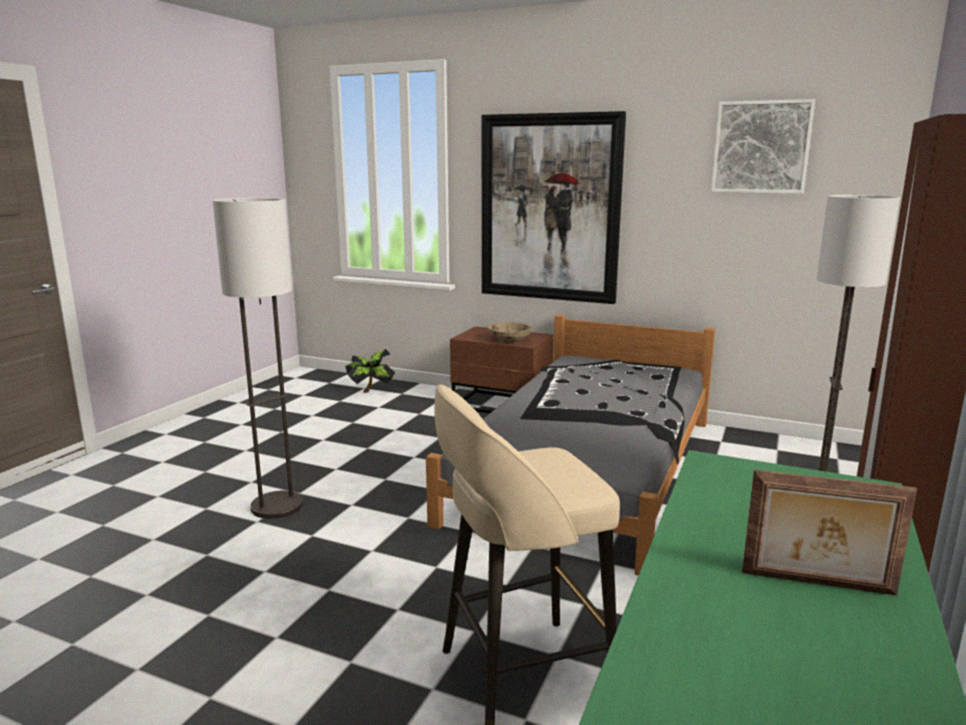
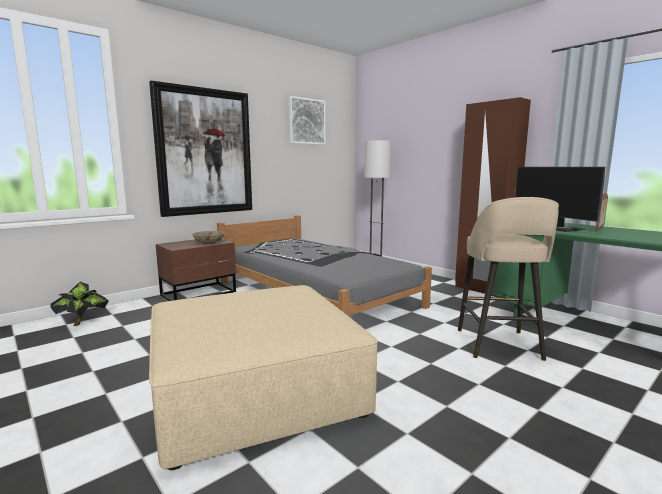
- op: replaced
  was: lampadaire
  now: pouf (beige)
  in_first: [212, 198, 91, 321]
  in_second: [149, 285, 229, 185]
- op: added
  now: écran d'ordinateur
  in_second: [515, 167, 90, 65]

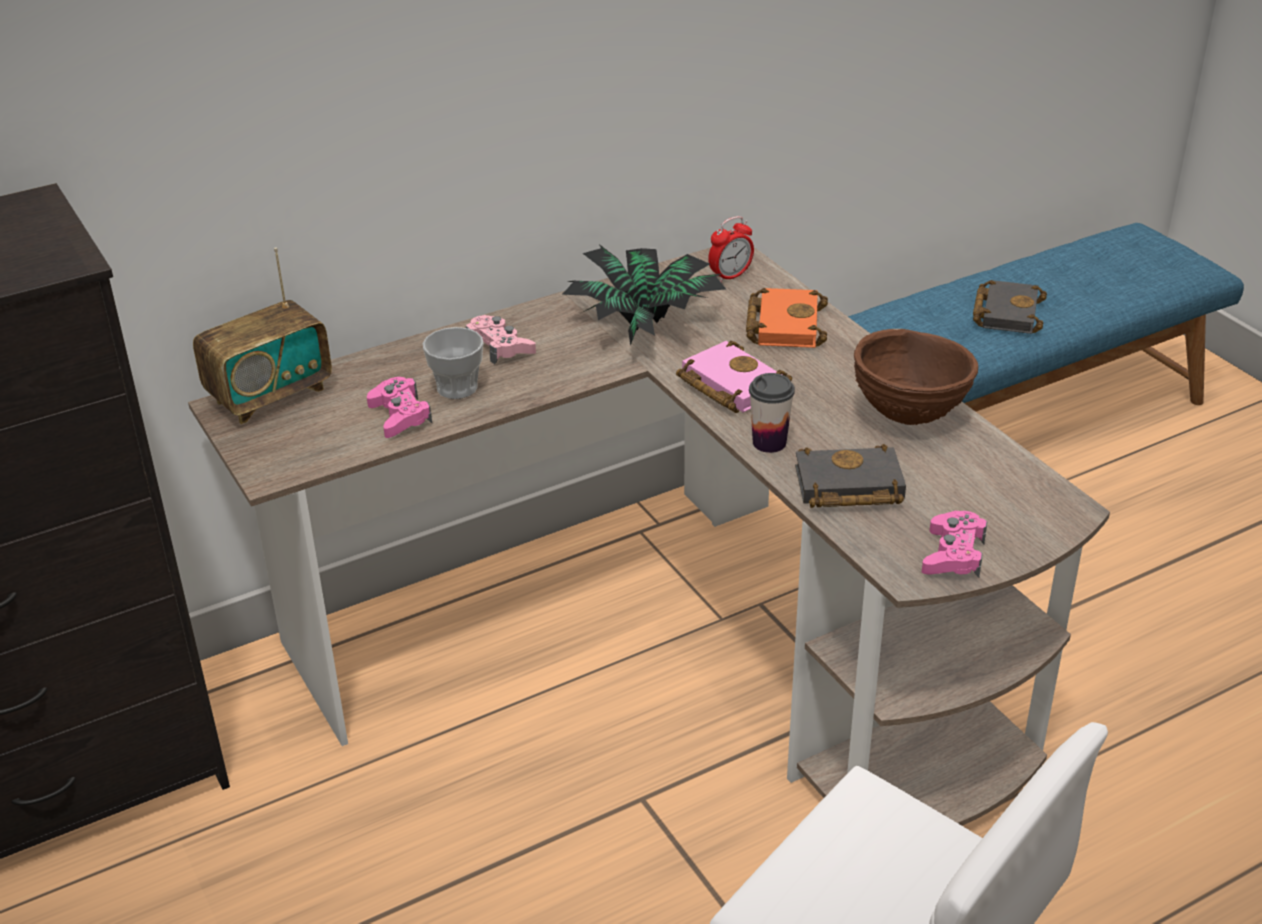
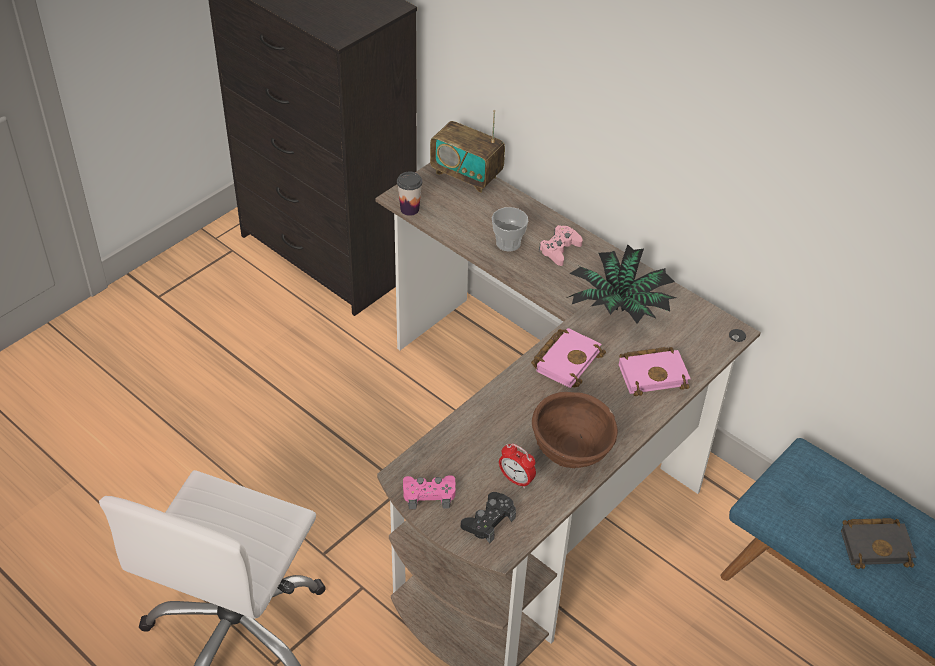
- op: moved
  was: tasse
  in_first: [749, 373, 46, 80]
  in_second: [397, 172, 25, 44]
- op: added
  now: manette (noir)
  in_second: [461, 492, 55, 51]
- op: moved
  was: réveil
  in_first: [708, 216, 46, 66]
  in_second: [499, 444, 37, 45]
- op: recoloured
  was: livre (orange)
  now: livre (rose)
  in_first: [746, 288, 82, 60]
  in_second: [619, 347, 72, 49]
- op: removed
  was: manette (rose)
  in_first: [367, 377, 65, 61]
- op: removed
  was: livre (noir)
  in_first: [795, 444, 111, 64]

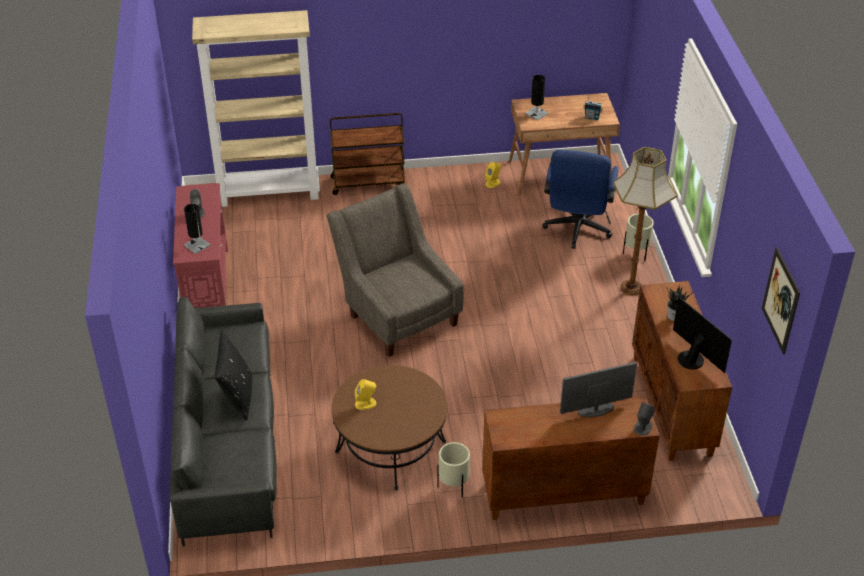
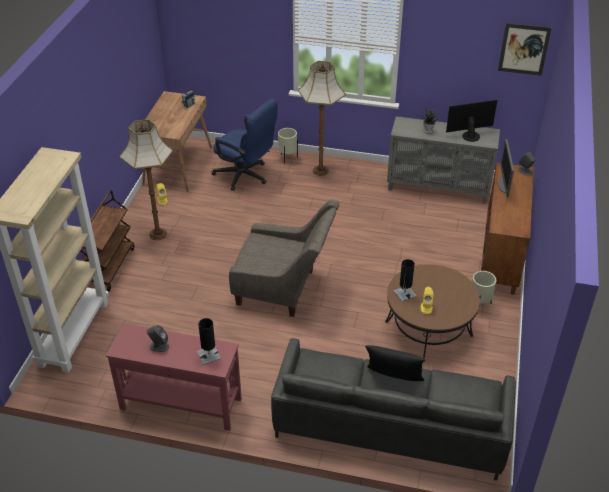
- op: added
  now: lampadaire
  in_second: [119, 119, 54, 121]
- op: turned
  was: fauteuil (gris)
  in_first: [327, 183, 137, 174]
  in_second: [229, 199, 111, 118]
  clockwise: -150
- op: recoloured
  was: meuble de rangement (marron)
  now: meuble de rangement (gris)
  in_first: [632, 281, 100, 180]
  in_second: [387, 116, 113, 88]
- op: moved
  was: lampe de table (noir)
  in_first: [525, 75, 23, 45]
  in_second: [394, 259, 22, 43]

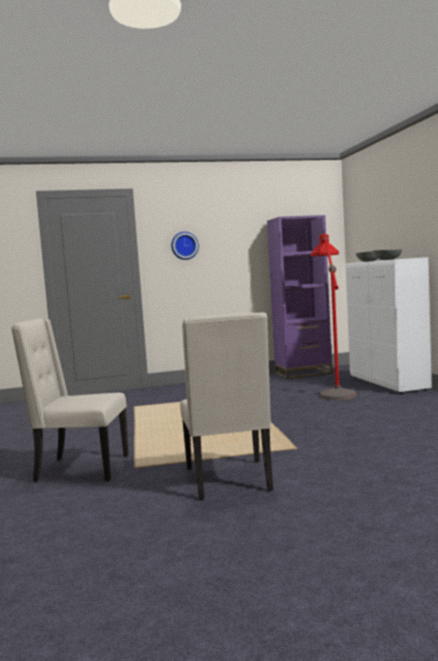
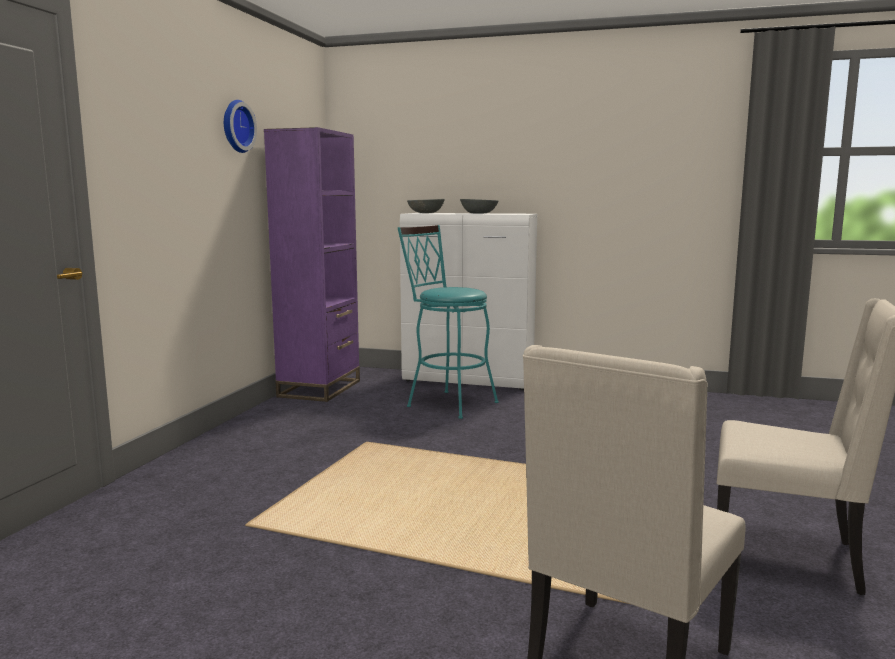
- op: moved
  was: horloge murale
  in_first: [171, 232, 28, 28]
  in_second: [224, 100, 33, 53]
- op: replaced
  was: lampadaire (rouge)
  now: tabouret (turquoise)
  in_first: [311, 234, 46, 166]
  in_second: [398, 225, 101, 194]

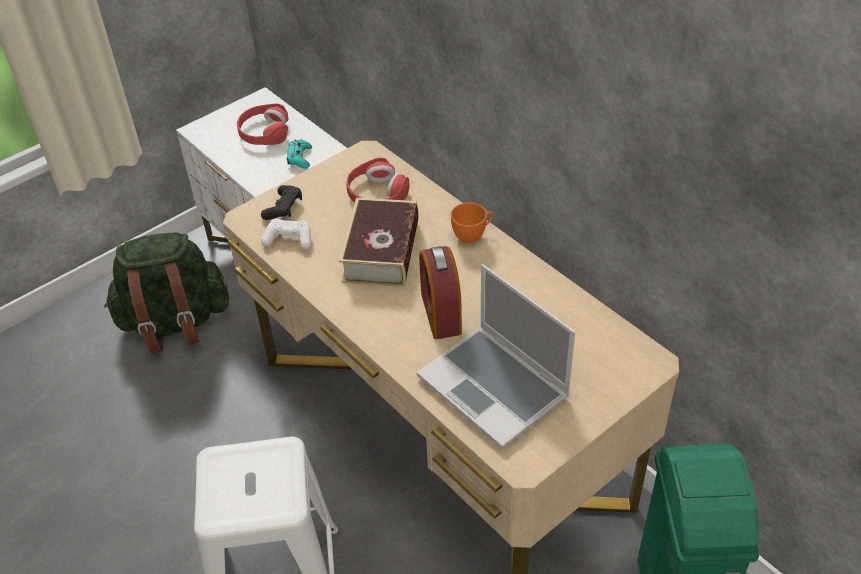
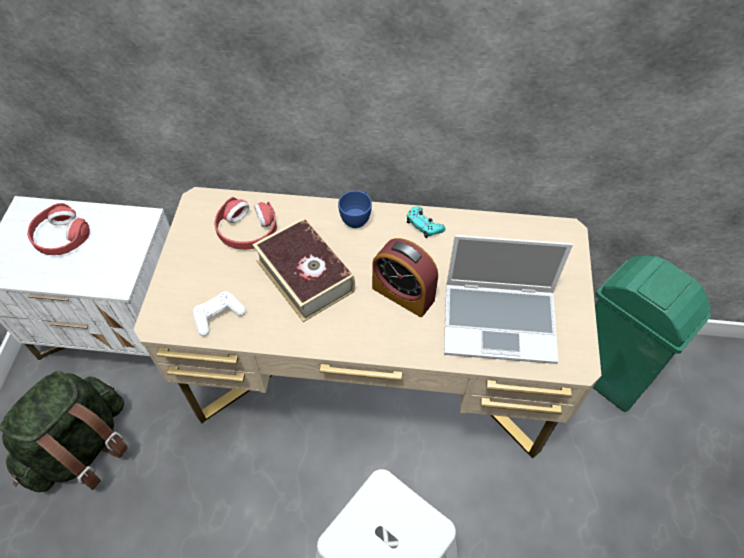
- op: recoloured
  was: tasse (orange)
  now: tasse (bleu)
  in_first: [451, 203, 43, 41]
  in_second: [338, 191, 34, 37]
- op: moved
  was: manette (turquoise)
  in_first: [287, 140, 25, 29]
  in_second: [407, 206, 38, 32]
- op: removed
  was: manette (noir)
  in_first: [261, 185, 41, 35]

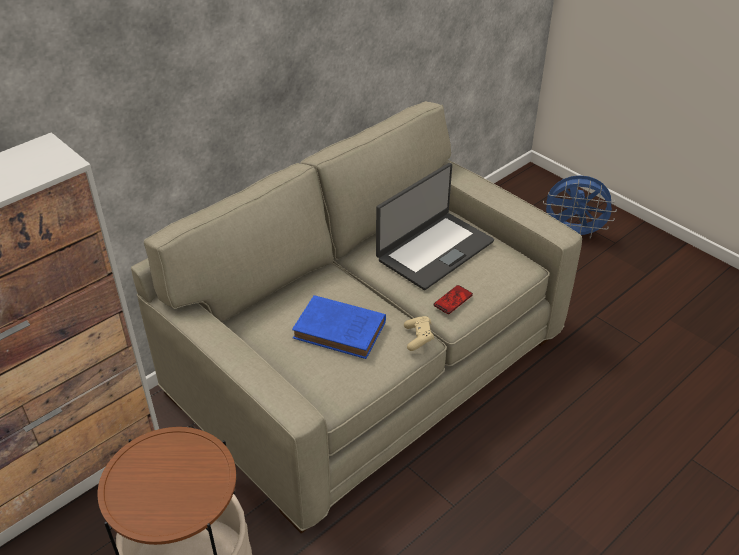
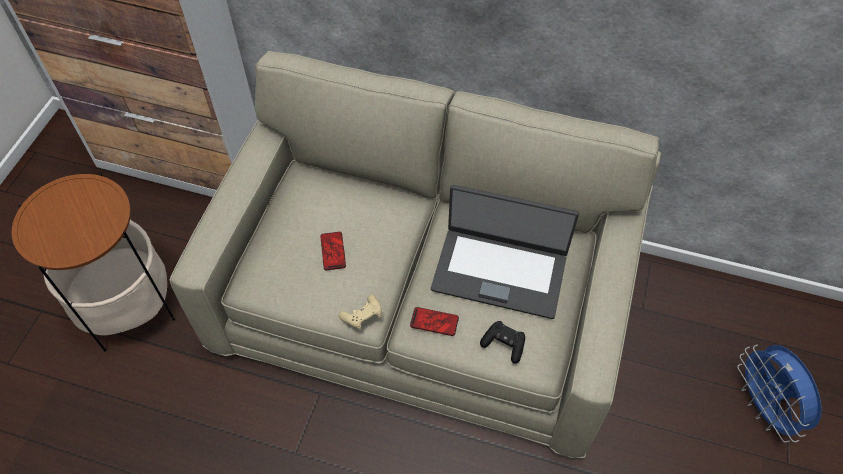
- op: replaced
  was: livre (bleu)
  now: téléphone
  in_first: [292, 295, 94, 64]
  in_second: [320, 232, 26, 39]
- op: added
  now: manette (noir)
  in_second: [480, 321, 45, 43]

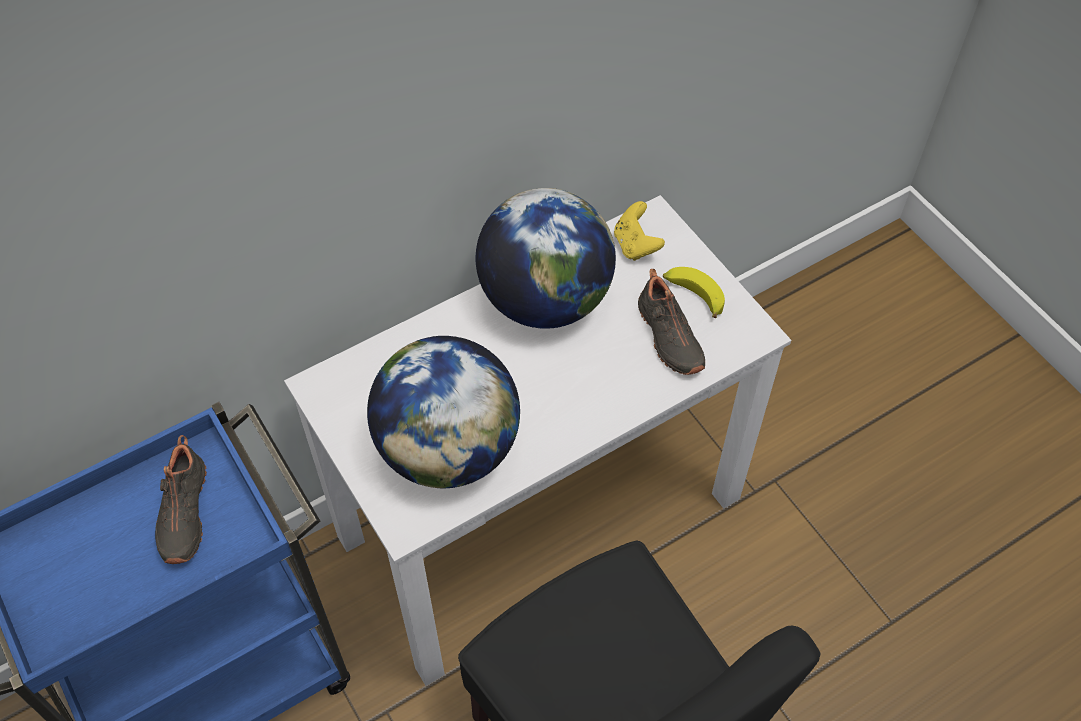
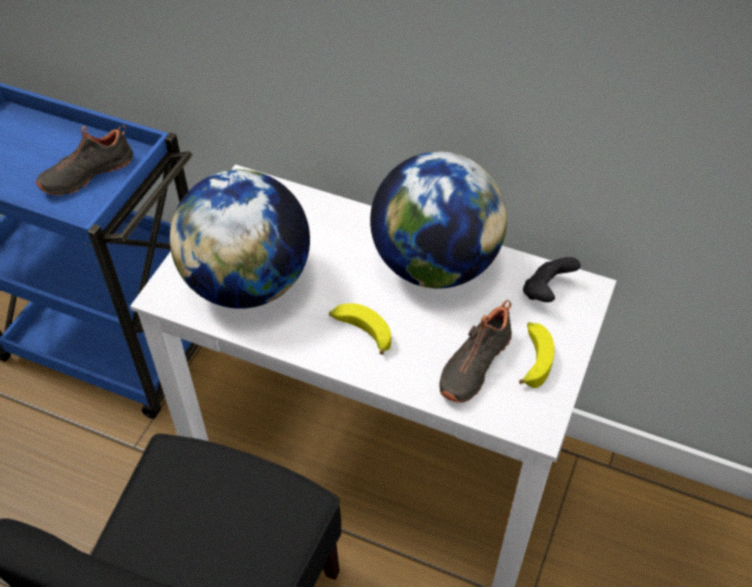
- op: added
  now: banane
  in_second: [329, 303, 62, 52]
- op: recoloured
  was: manette (jaune)
  now: manette (noir)
  in_first: [614, 201, 51, 60]
  in_second: [523, 257, 58, 45]

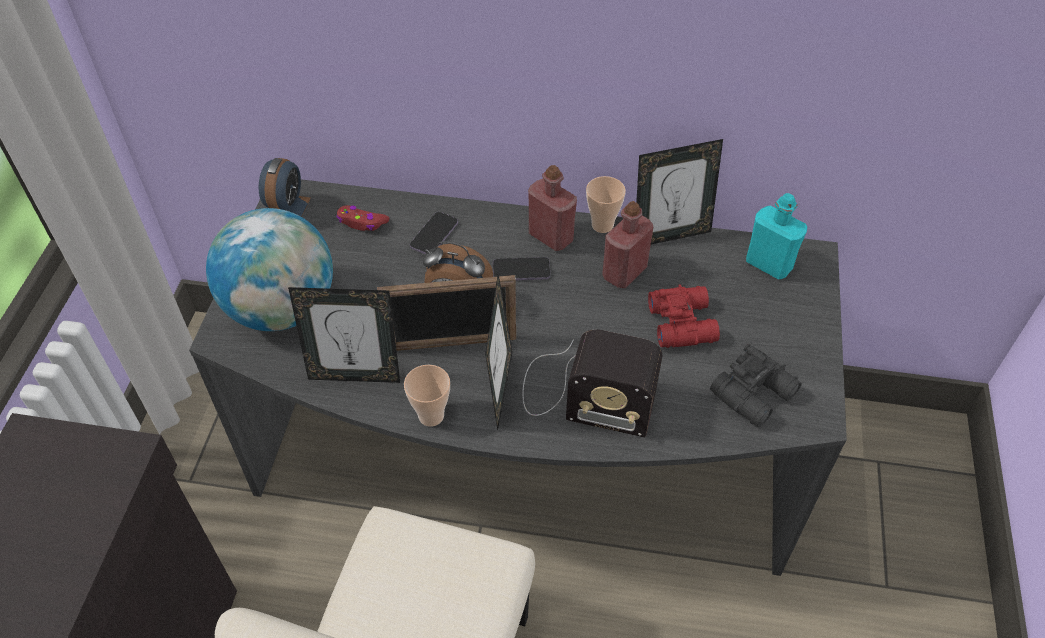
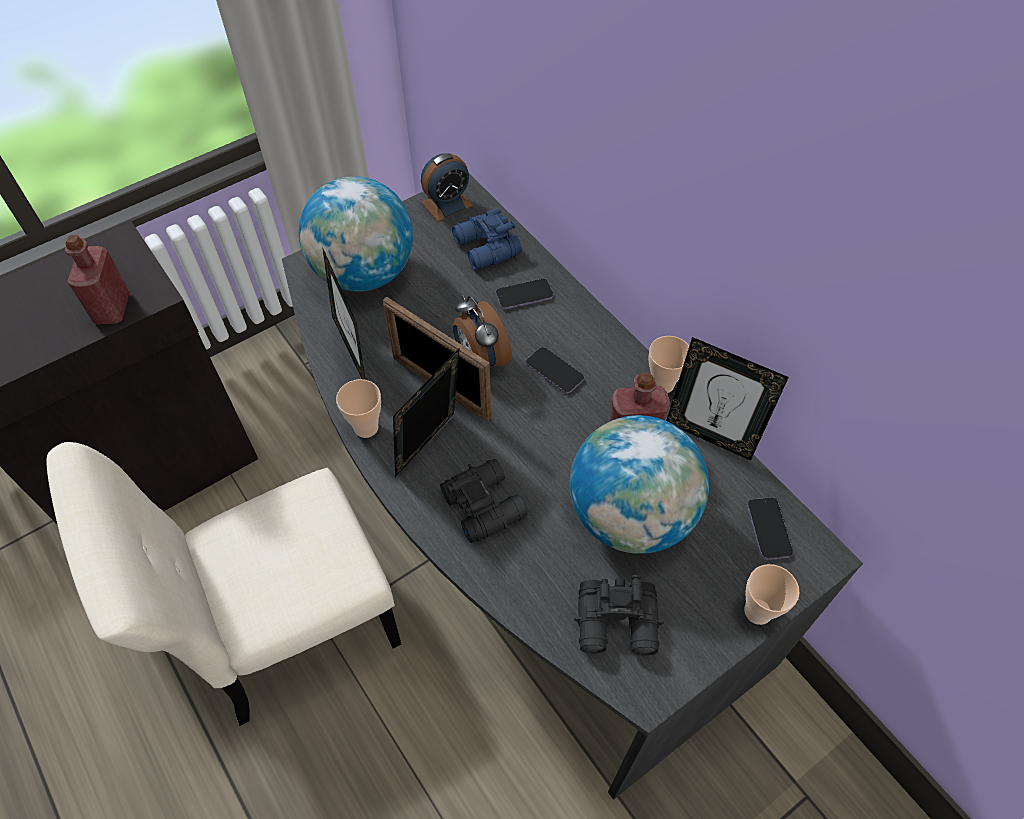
- op: moved
  was: bouteille (rouge)
  in_first: [528, 165, 49, 86]
  in_second: [65, 235, 65, 89]
- op: turned
  was: cadre photo
  in_first: [288, 287, 112, 96]
  in_second: [322, 247, 44, 133]
  clockwise: -150
- op: replaced
  was: radio
  now: jumelles (noir)
  in_first: [522, 329, 140, 108]
  in_second: [440, 459, 88, 84]
- op: replaced
  was: manette (rouge)
  now: jumelles (bleu)
  in_first: [336, 205, 53, 26]
  in_second: [452, 209, 70, 61]
- op: replaced
  was: jumelles (rouge)
  now: globe
  in_first: [648, 284, 72, 64]
  in_second: [570, 415, 139, 139]
- op: added
  now: tasse
  in_second: [744, 564, 55, 61]
- op: replaced
  was: bouteille (turquoise)
  now: téléphone
  in_first: [746, 193, 61, 87]
  in_second: [747, 498, 46, 62]

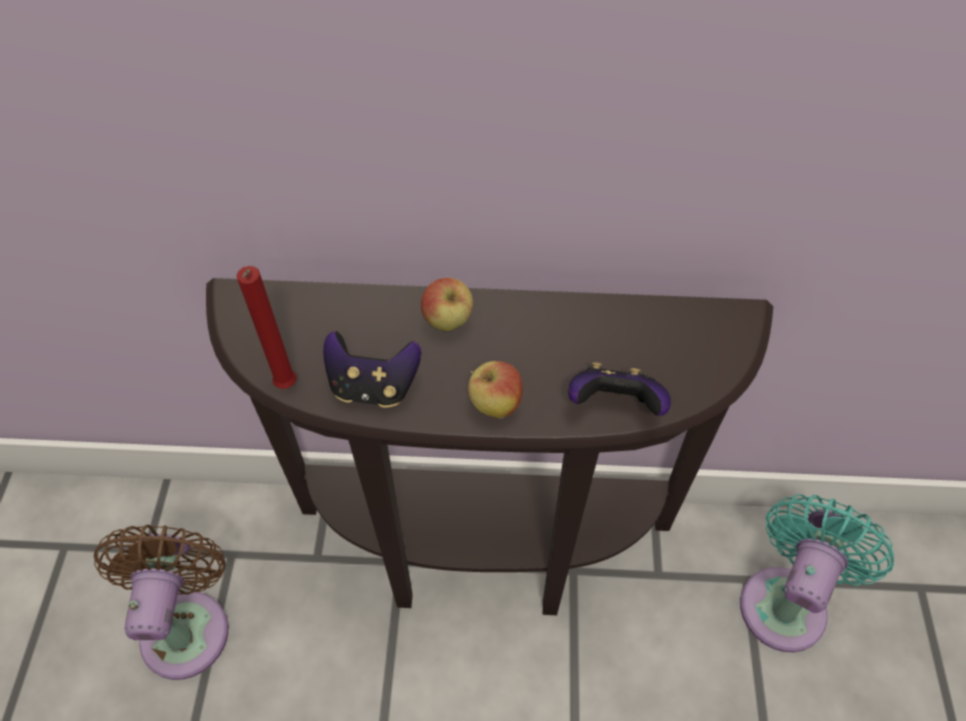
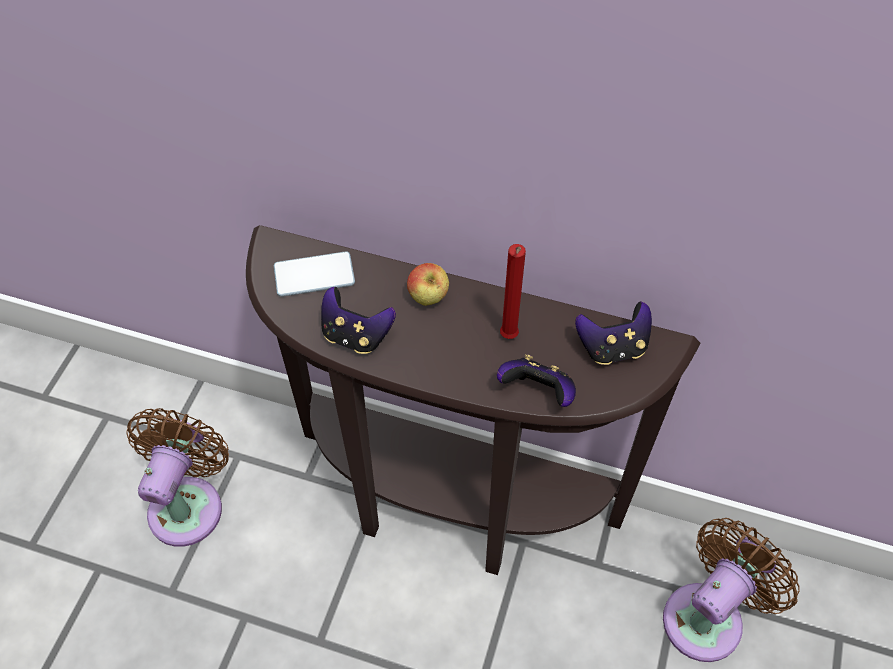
- op: added
  now: téléphone
  in_second: [274, 251, 81, 46]
- op: moved
  was: bougie (rouge)
  in_first: [236, 266, 61, 123]
  in_second: [500, 244, 26, 95]
- op: added
  now: manette
  in_second: [575, 302, 77, 63]
- op: recoloured
  was: ventilateur (turquoise)
  now: ventilateur (marron)
  in_first: [740, 494, 154, 159]
  in_second: [663, 518, 136, 144]
- op: removed
  was: pomme
  in_first: [468, 361, 55, 58]

